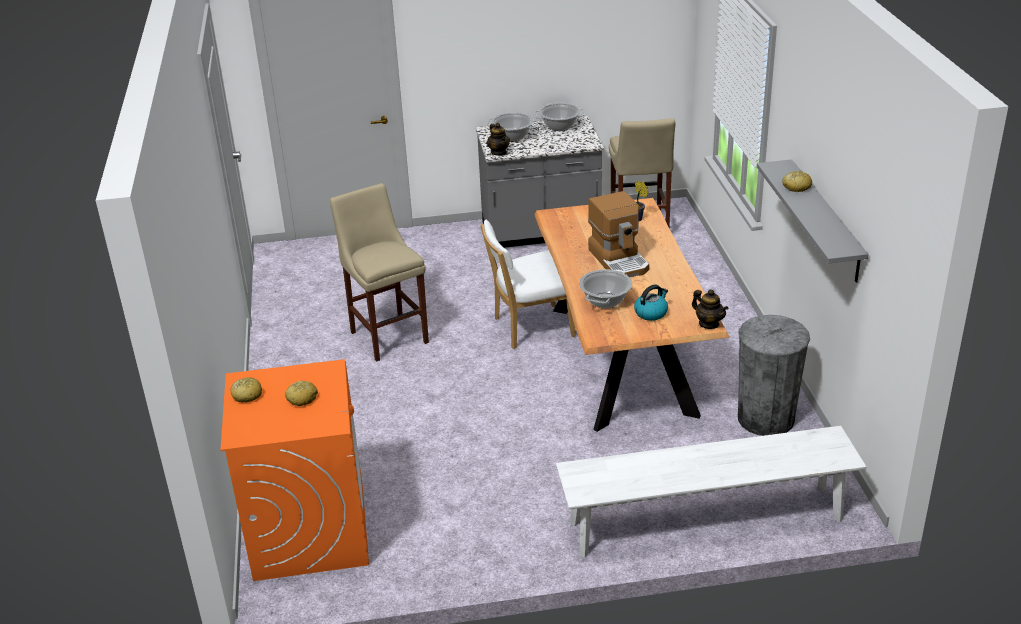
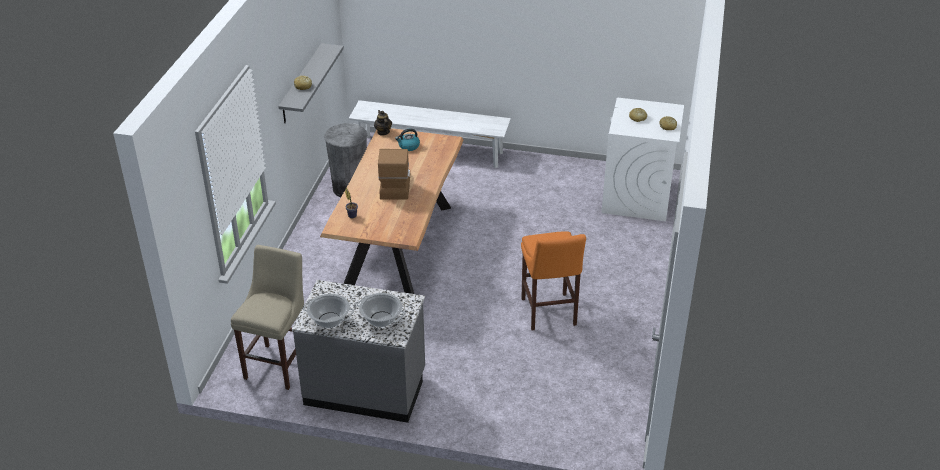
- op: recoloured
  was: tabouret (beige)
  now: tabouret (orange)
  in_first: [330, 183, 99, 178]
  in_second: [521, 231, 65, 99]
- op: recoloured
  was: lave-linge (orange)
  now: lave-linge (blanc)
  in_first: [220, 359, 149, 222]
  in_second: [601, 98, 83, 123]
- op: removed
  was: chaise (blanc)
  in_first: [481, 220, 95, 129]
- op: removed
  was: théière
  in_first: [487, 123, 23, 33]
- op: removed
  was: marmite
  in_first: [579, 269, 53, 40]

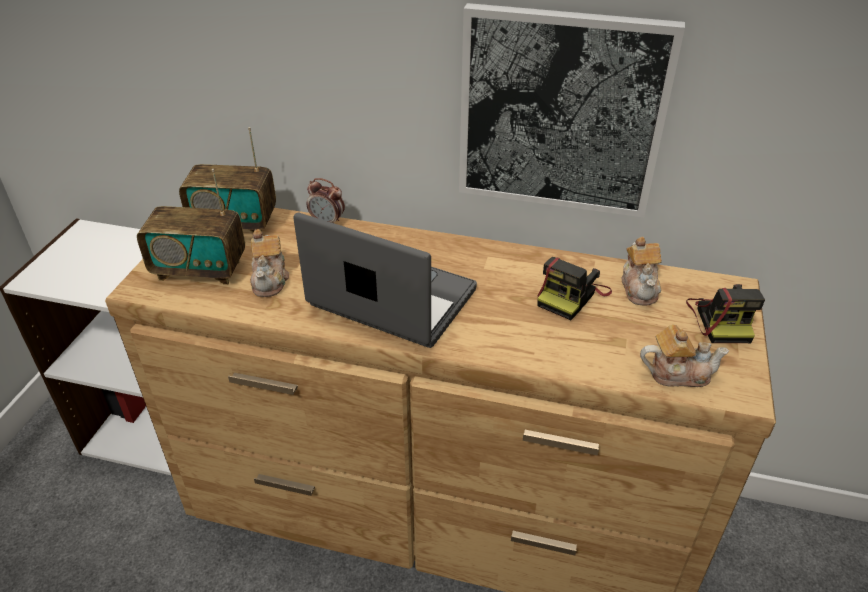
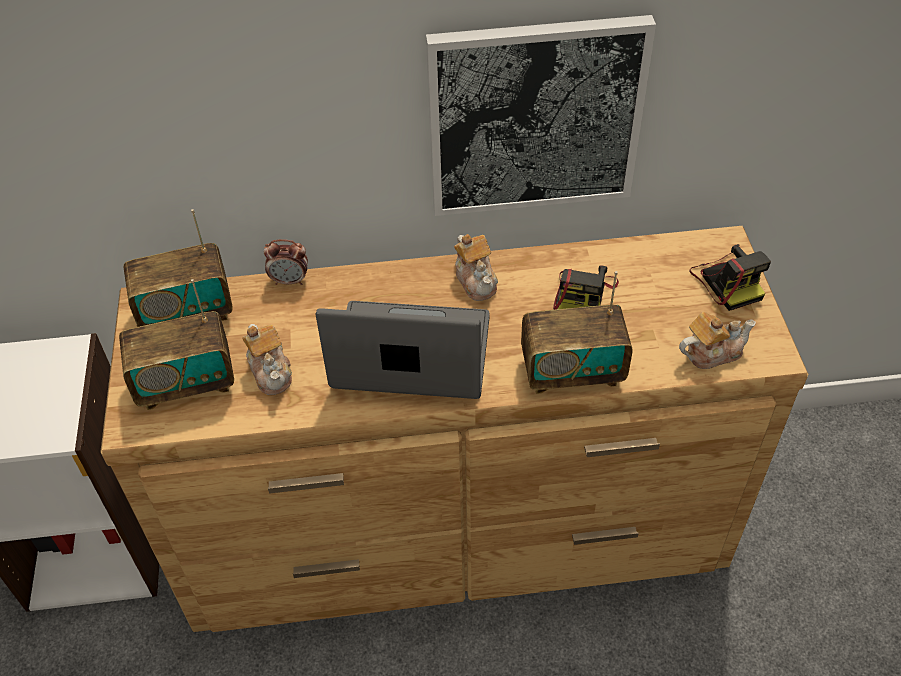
- op: moved
  was: théière
  in_first: [622, 237, 40, 68]
  in_second: [454, 234, 44, 67]
- op: added
  now: radio
  in_second: [521, 271, 112, 123]

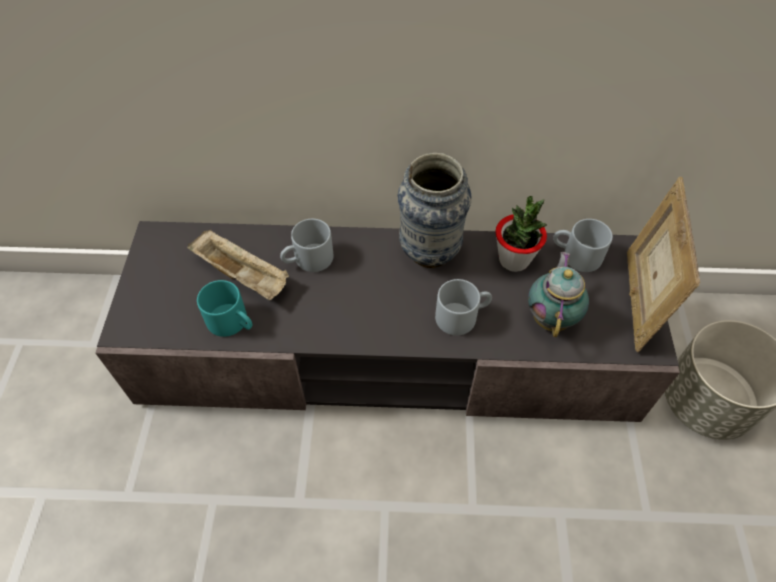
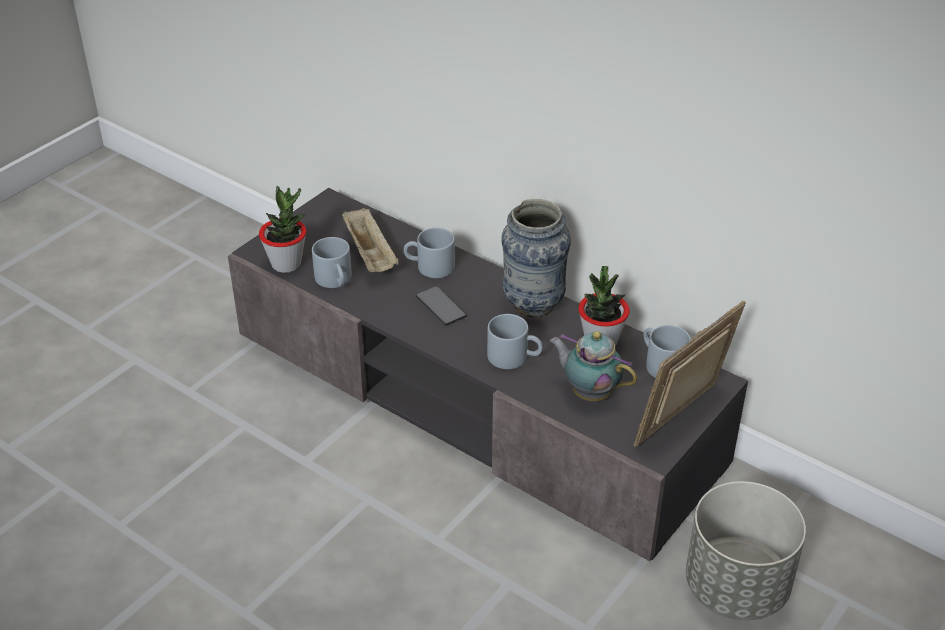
- op: added
  now: plante en pot
  in_second: [259, 186, 47, 87]
- op: recoloured
  was: mug (turquoise)
  now: mug (gris)
  in_first: [197, 280, 55, 57]
  in_second: [312, 237, 40, 51]
- op: added
  now: téléphone
  in_second: [416, 286, 50, 39]
- op: turned
  was: théière
  in_first: [528, 252, 61, 85]
  in_second: [550, 331, 87, 70]
  clockwise: -105

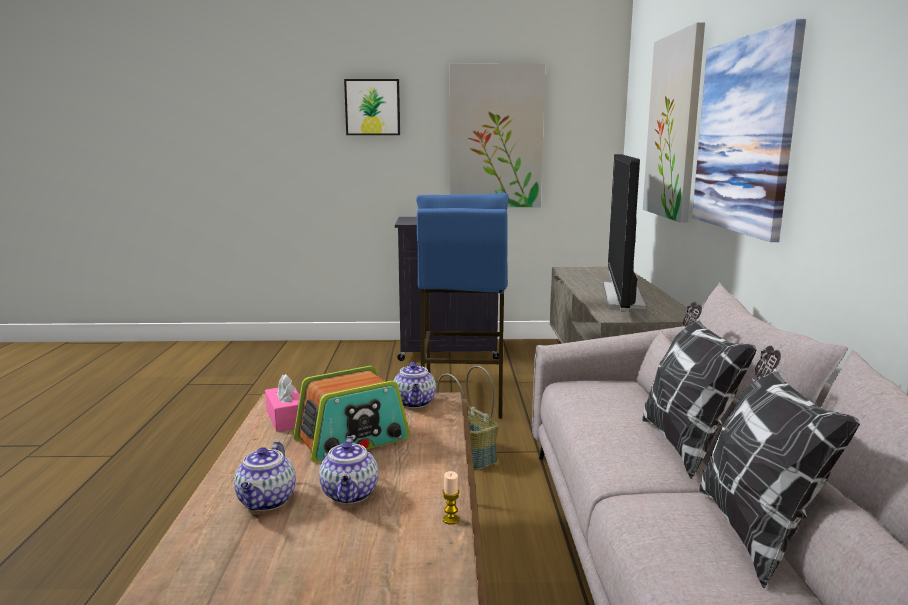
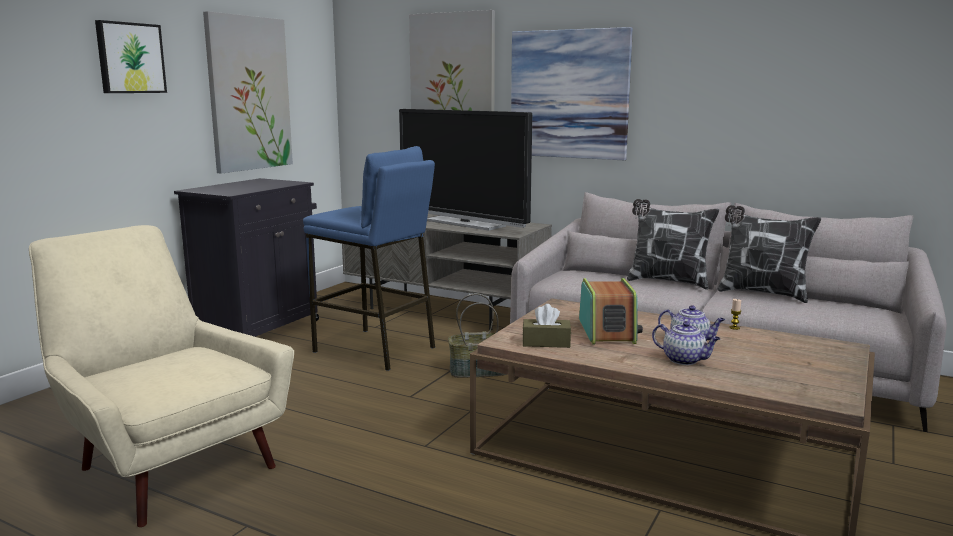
- op: added
  now: fauteuil (beige)
  in_second: [29, 225, 265, 302]
- op: recoloured
  was: boîte à mouchoirs (rose)
  now: boîte à mouchoirs (marron)
  in_first: [265, 374, 35, 58]
  in_second: [522, 304, 49, 44]
- op: removed
  was: théière
  in_first: [394, 362, 42, 46]

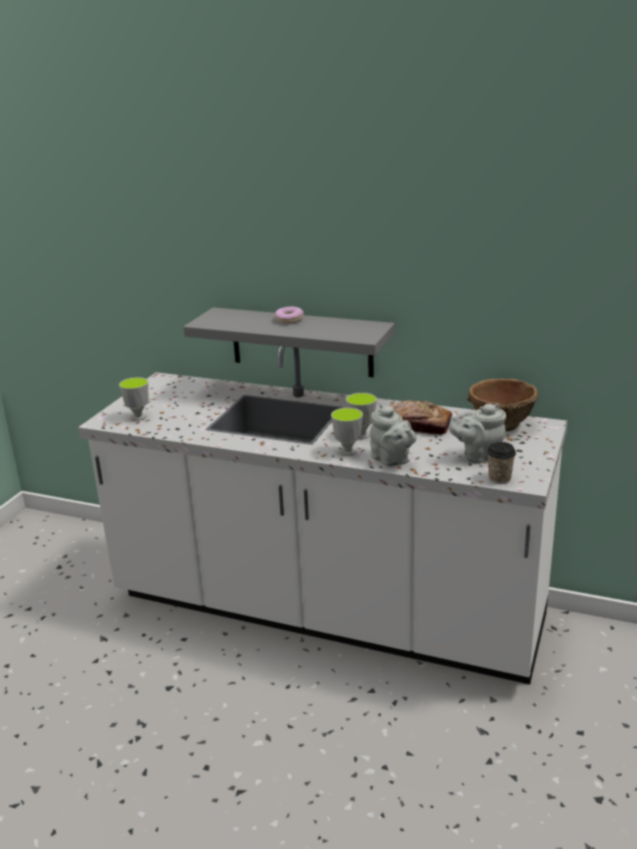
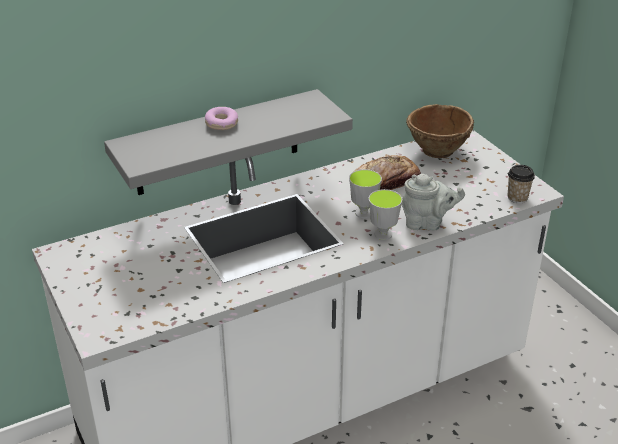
- op: removed
  was: tasse
  in_first: [119, 377, 29, 44]
- op: removed
  was: théière (gris)
  in_first: [449, 403, 57, 60]

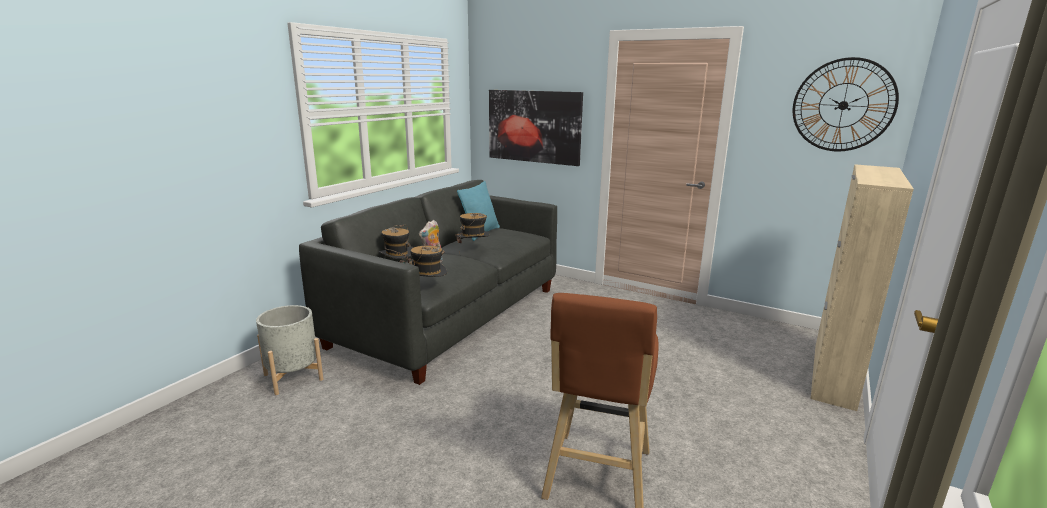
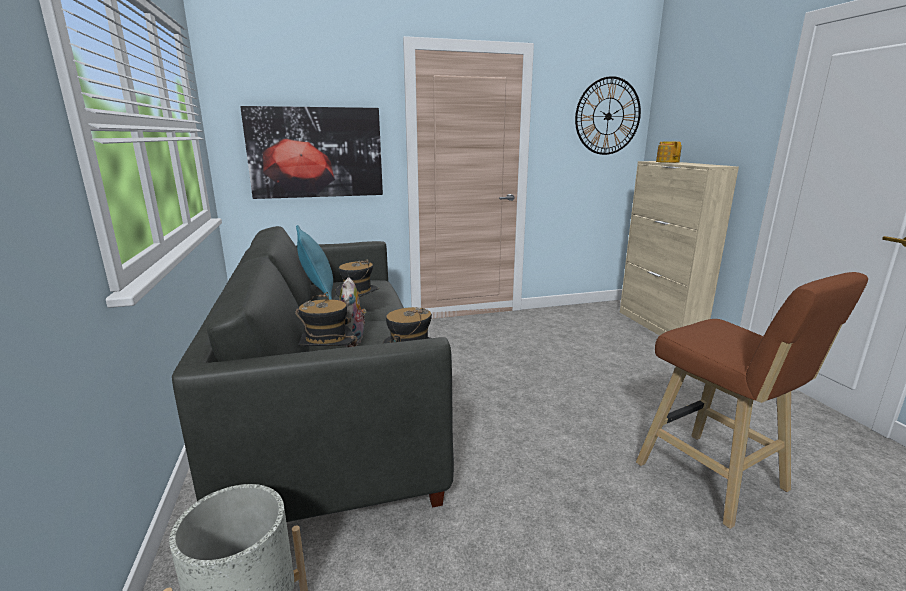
- op: added
  now: théière
  in_second: [656, 141, 26, 22]

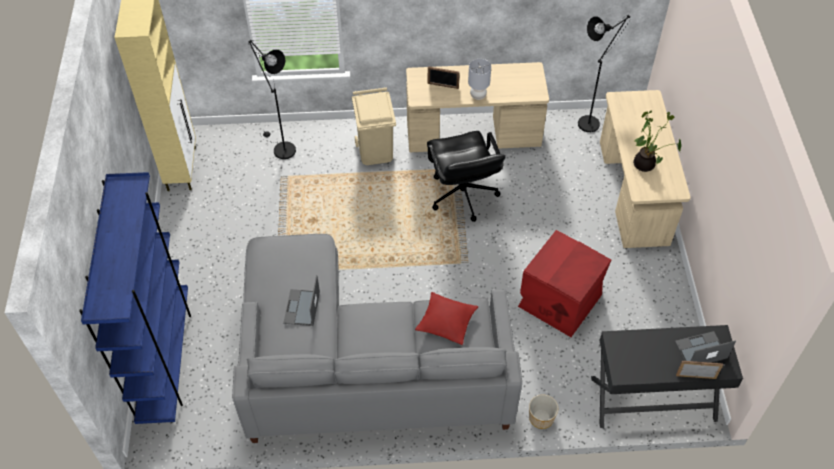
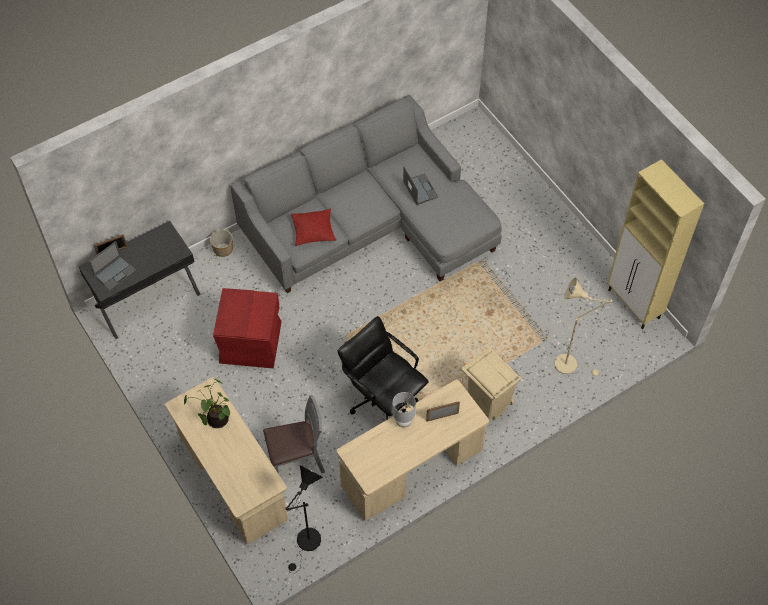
- op: added
  now: chaise (gris)
  in_second: [263, 395, 62, 79]
- op: recoloured
  was: lampadaire (noir)
  now: lampadaire (beige)
  in_first: [248, 40, 48, 119]
  in_second: [555, 277, 57, 99]
- op: removed
  was: bibliothèque (bleu)
  in_first: [79, 172, 112, 252]

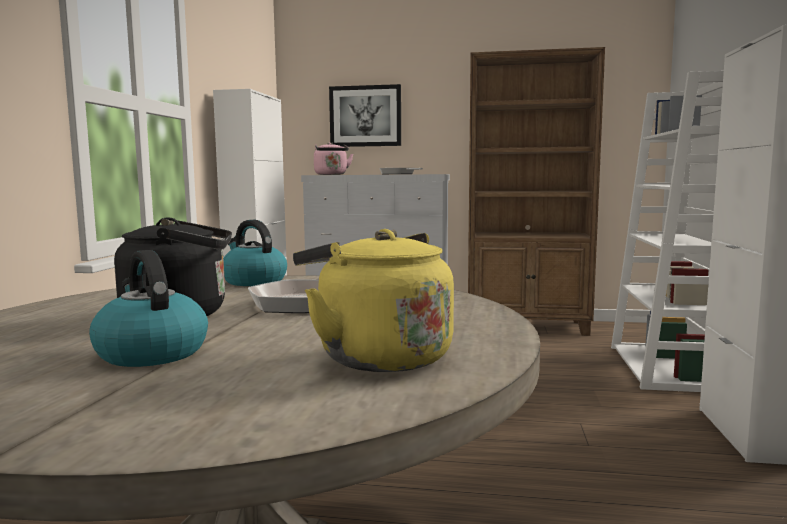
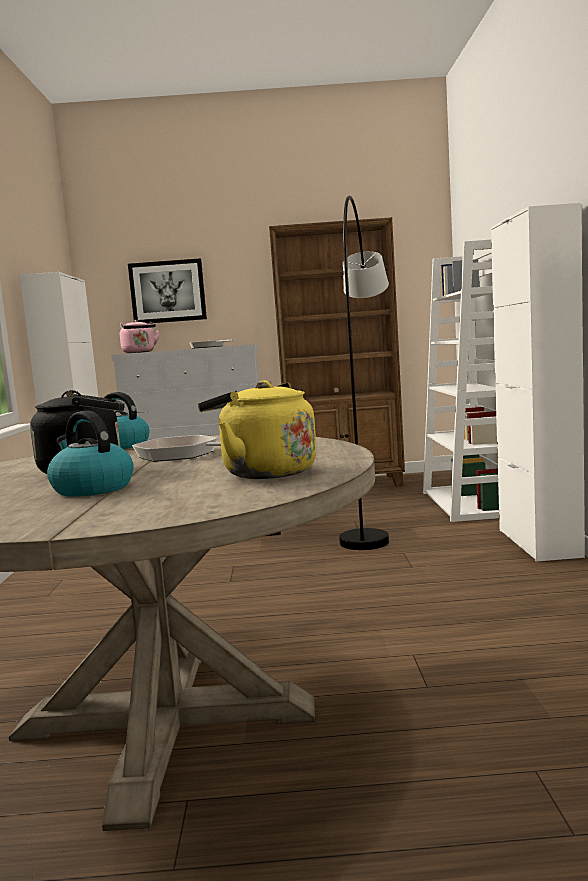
- op: added
  now: lampadaire (gris)
  in_second: [339, 196, 50, 354]

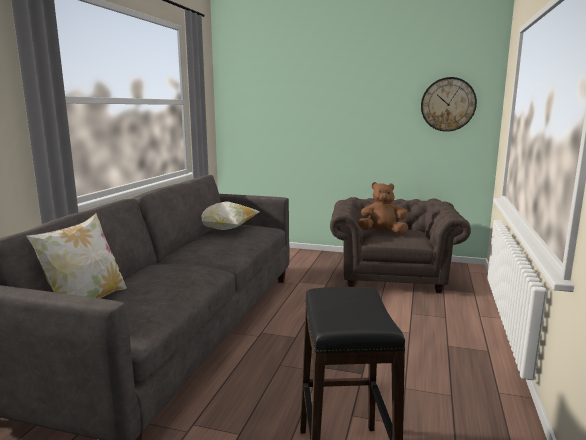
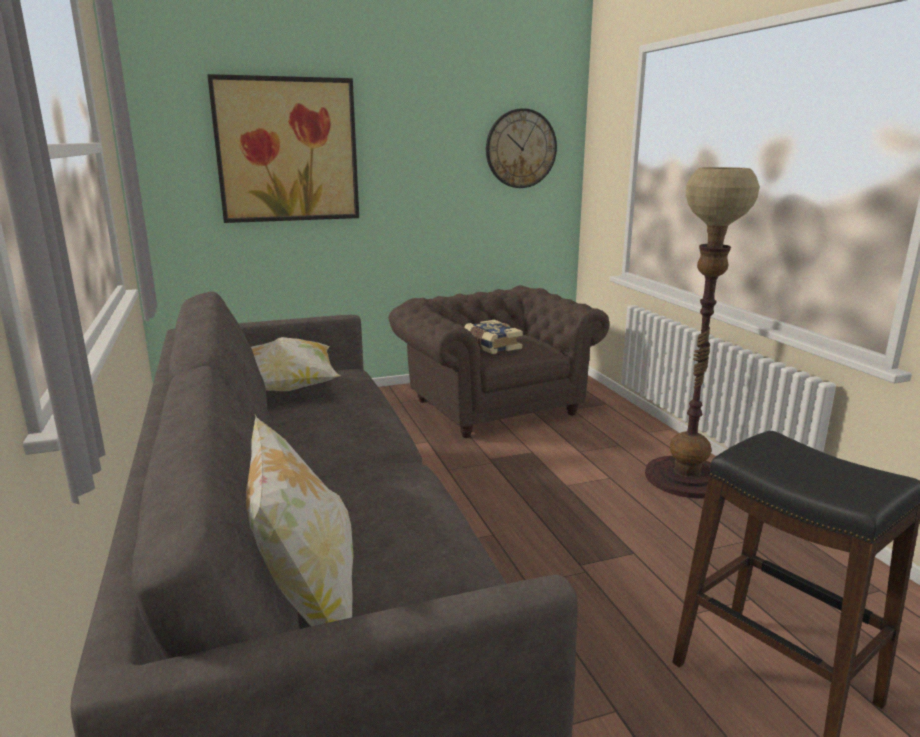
- op: added
  now: tableau
  in_second: [207, 74, 152, 149]
- op: replaced
  was: peluche (marron)
  now: livre
  in_first: [358, 182, 50, 52]
  in_second: [464, 320, 59, 34]
- op: added
  now: lampadaire
  in_second: [645, 167, 115, 331]

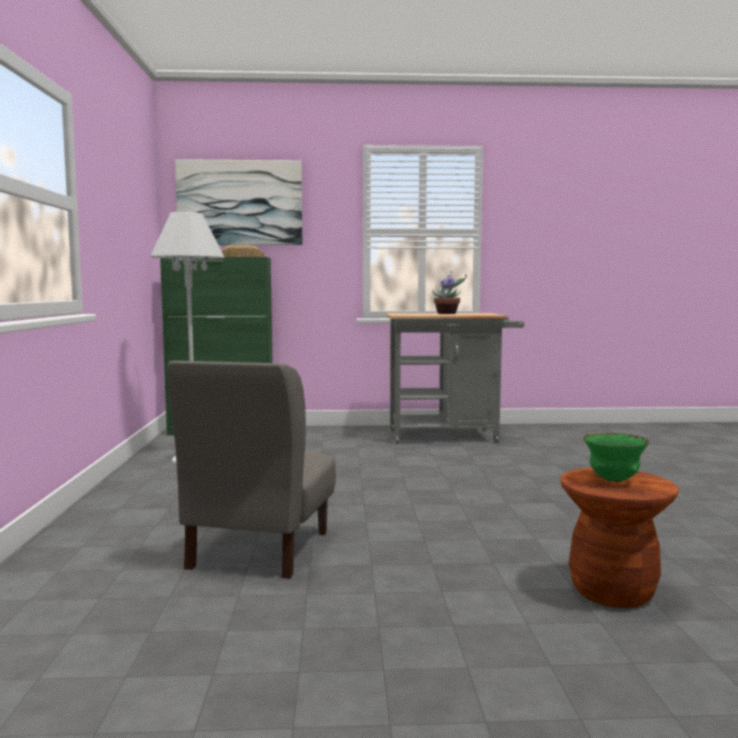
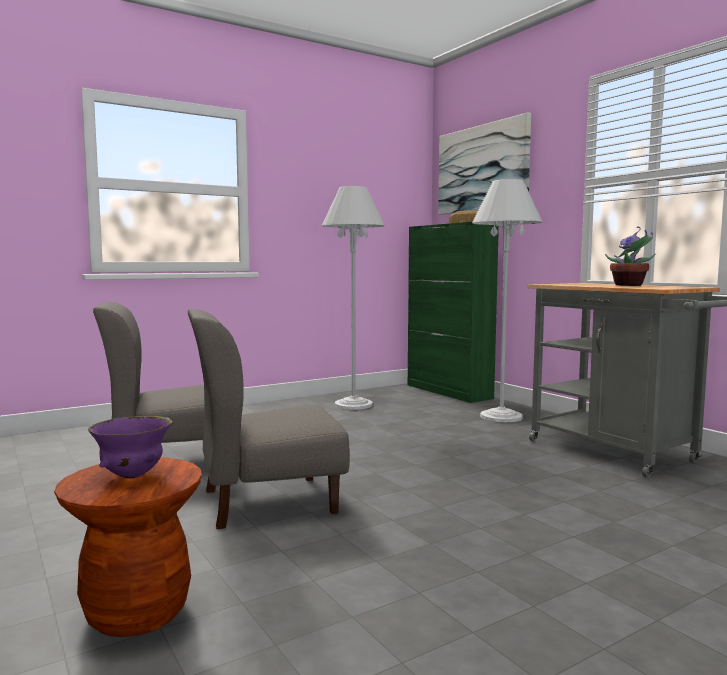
- op: recoloured
  was: bol (vert)
  now: bol (violet)
  in_first: [583, 432, 66, 50]
  in_second: [88, 416, 85, 62]
- op: added
  now: chaise (gris)
  in_second: [188, 309, 162, 220]
- op: added
  now: lampadaire (blanc)
  in_second: [472, 179, 70, 243]

